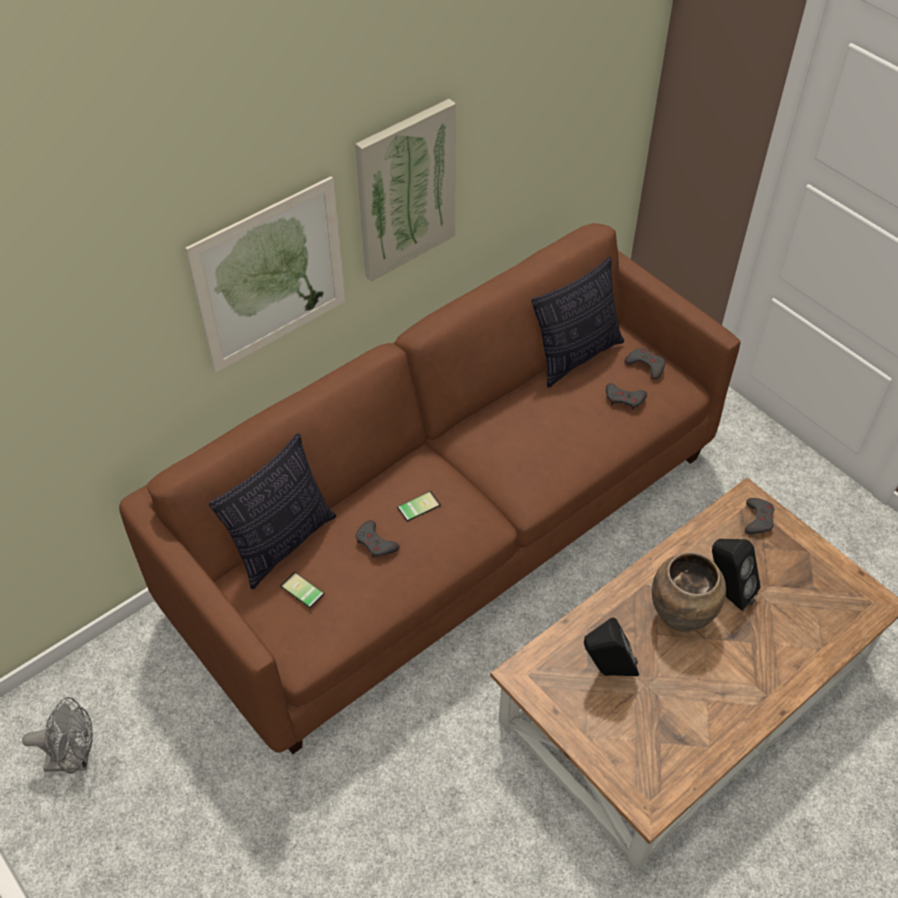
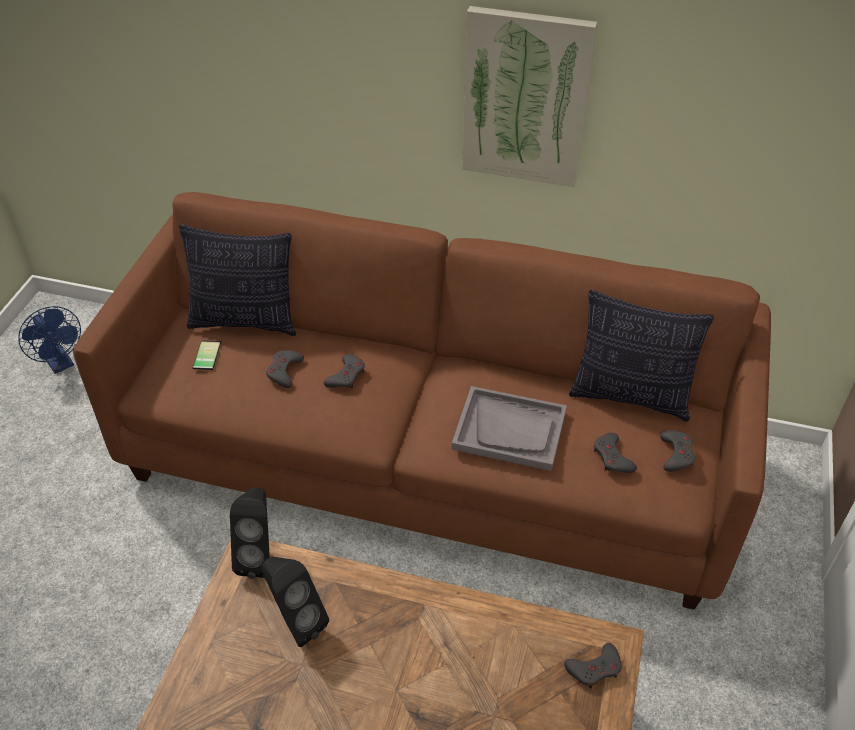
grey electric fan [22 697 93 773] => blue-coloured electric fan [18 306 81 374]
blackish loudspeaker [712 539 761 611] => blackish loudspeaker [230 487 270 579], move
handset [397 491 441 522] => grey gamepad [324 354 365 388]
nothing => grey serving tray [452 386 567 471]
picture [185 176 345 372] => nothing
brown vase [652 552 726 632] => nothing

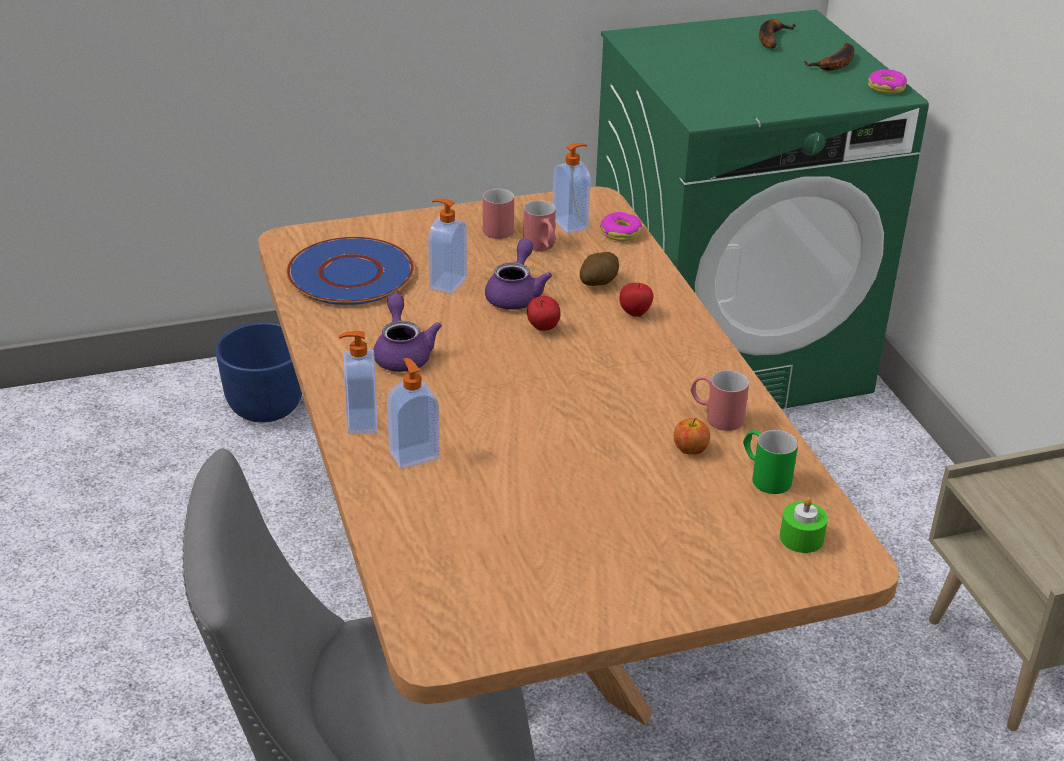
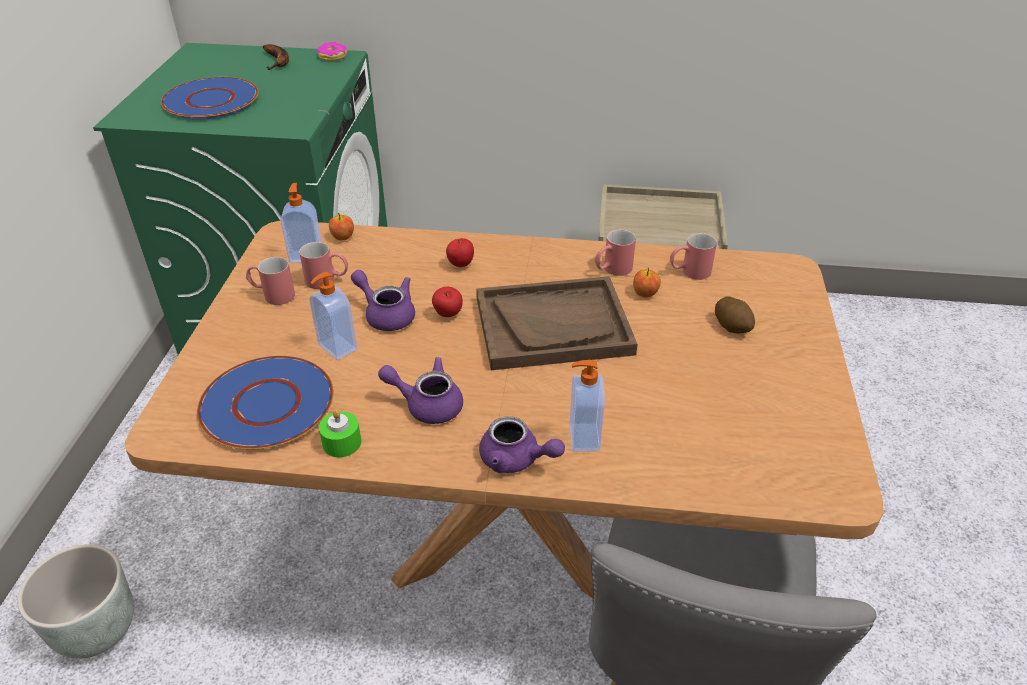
blue-coloured plant pot [215 322 302 422] => grey plant pot [18 544 134 659]
nothing => blue-coloured dinner plate [161 77 259 120]
green candle [780 497 828 553] => green candle [319 410 361 457], move
donut [600 212 642 241] => apple [329 213 354 241]
nothing => brown serving tray [476 276 638 370]
soap bottle [339 331 377 434] => purplish pot for tea [479 416 565 473]
green tea mug [743 430 798 494] => reddish tea mug [670 233 717 280]
spud [580 252 619 286] => spud [715 296 755 333], move
banana fruit [759 19 795 48] => nothing

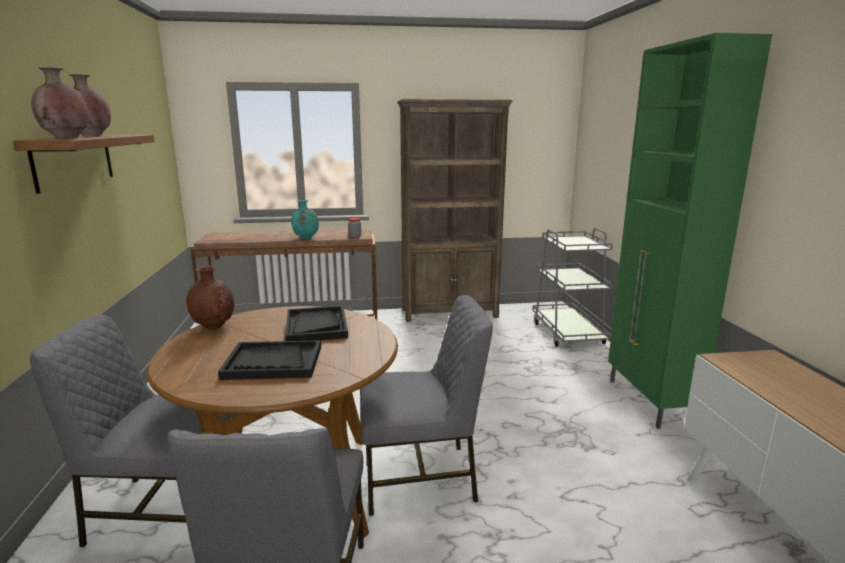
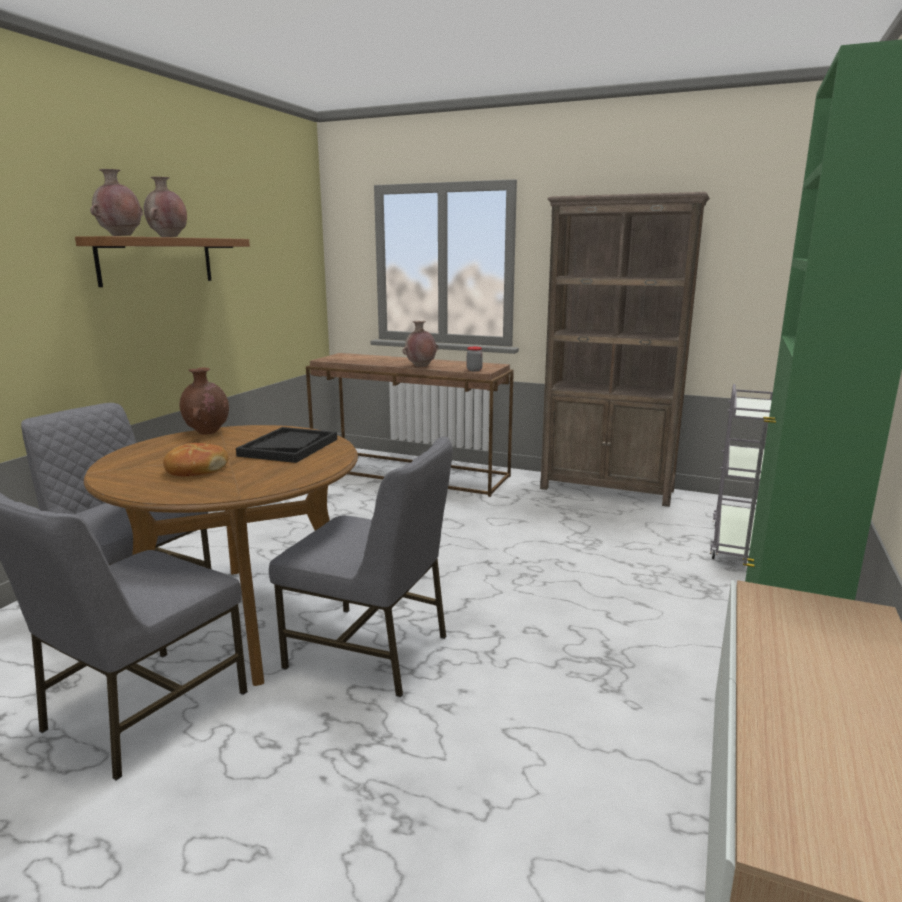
blackish serving tray [218 340 321 380] => baked bread [163 443 229 477]
turquoise-coloured vase [291 200 319 239] => brown vase [403 321 438 367]

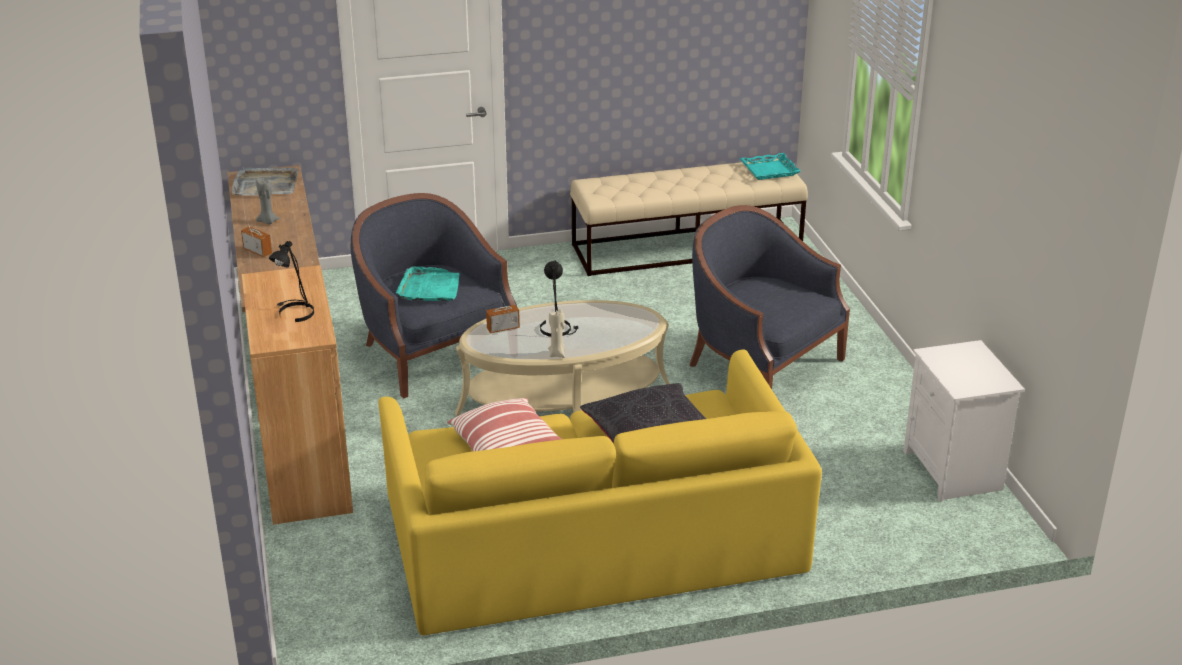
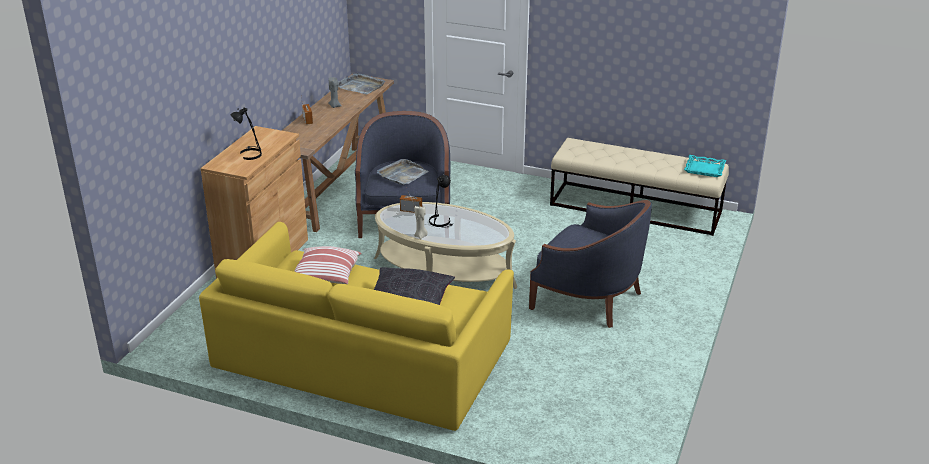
turquoise-coloured serving tray [396 267 459 301] => grey serving tray [377 159 429 185]
blue-coloured armchair [690 205 850 389] => blue-coloured armchair [529 200 652 328], 135 degrees clockwise
whitish bedside table [903 340 1025 502] => nothing

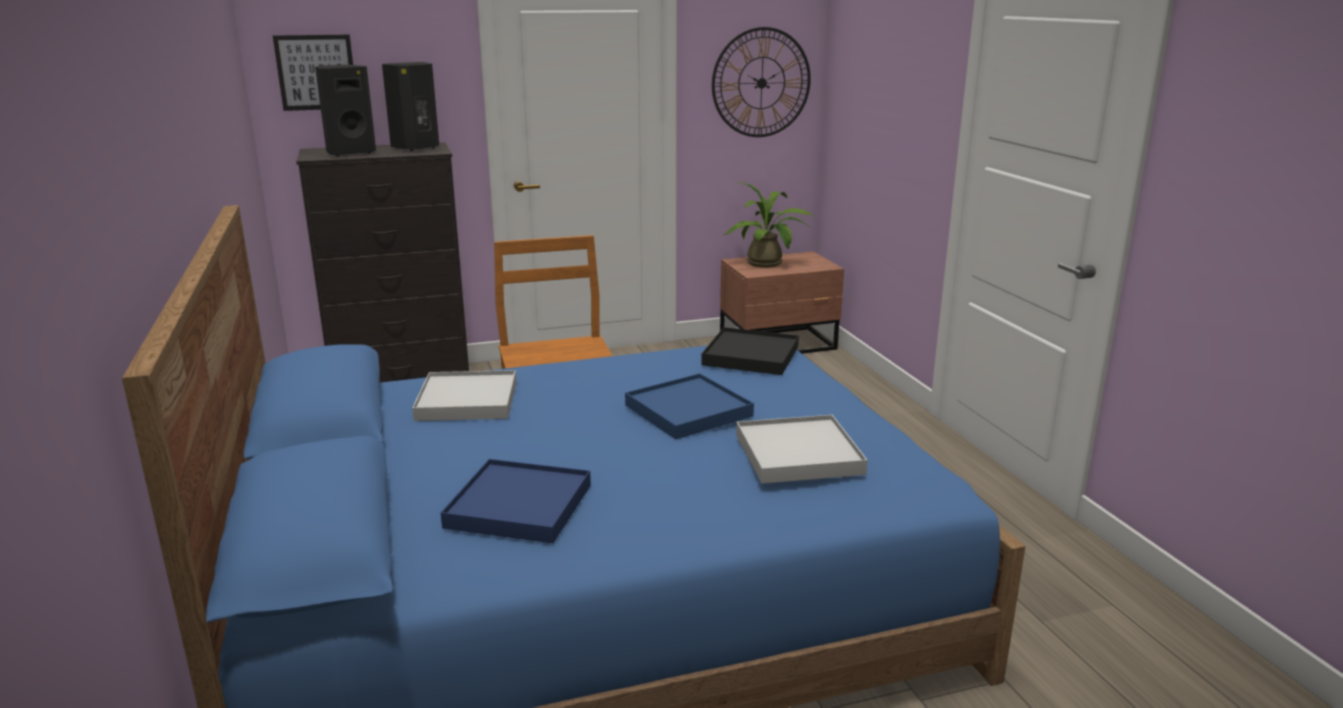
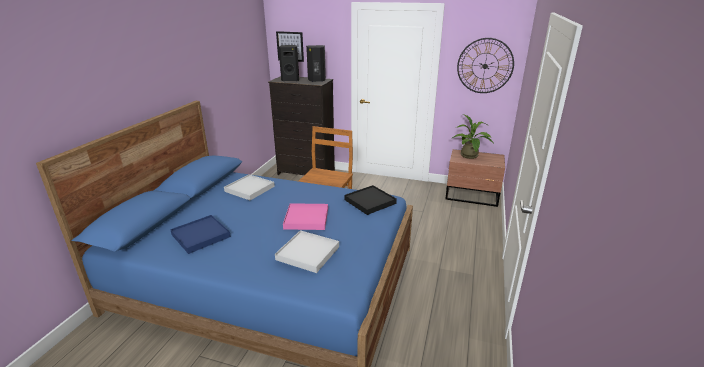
blue-coloured serving tray [625 373 754 439] => pink serving tray [283 203 328 230]

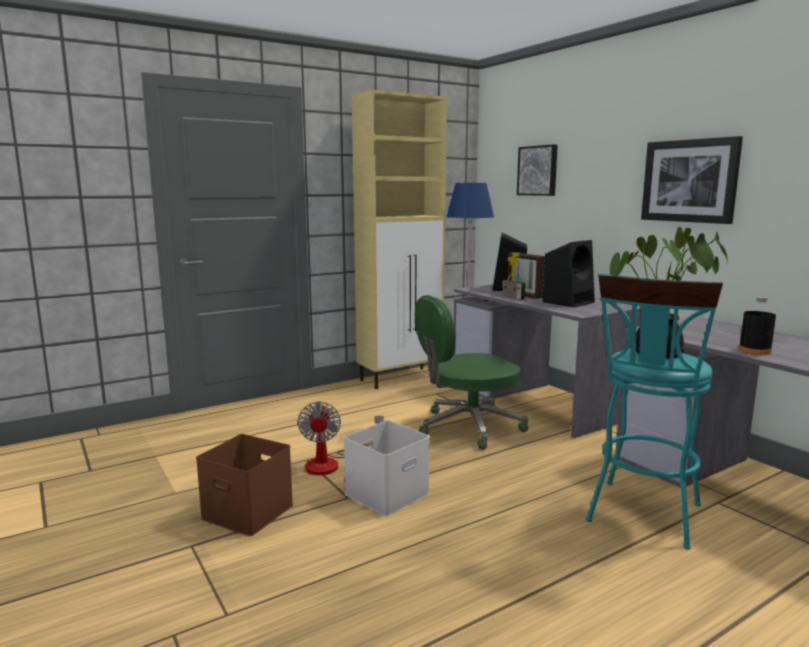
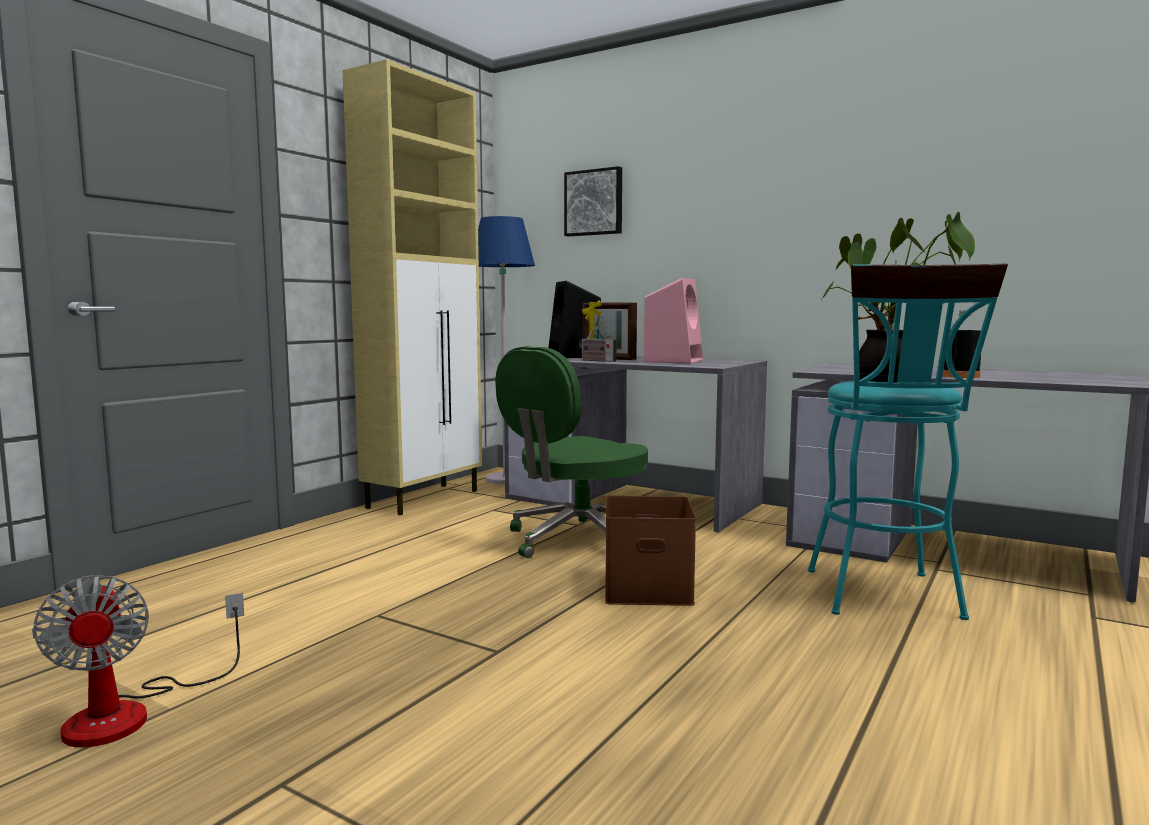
electric fan [297 402 383 475] => electric fan [32 575 244 747], move
brown storage box [196 434 293 536] => brown storage box [605 496 696 606], move
blackish loudspeaker [542 240 595 307] => pink loudspeaker [644 278 703 364]
whitish storage box [344 420 430 517] => nothing
picture [641 136 743 224] => nothing

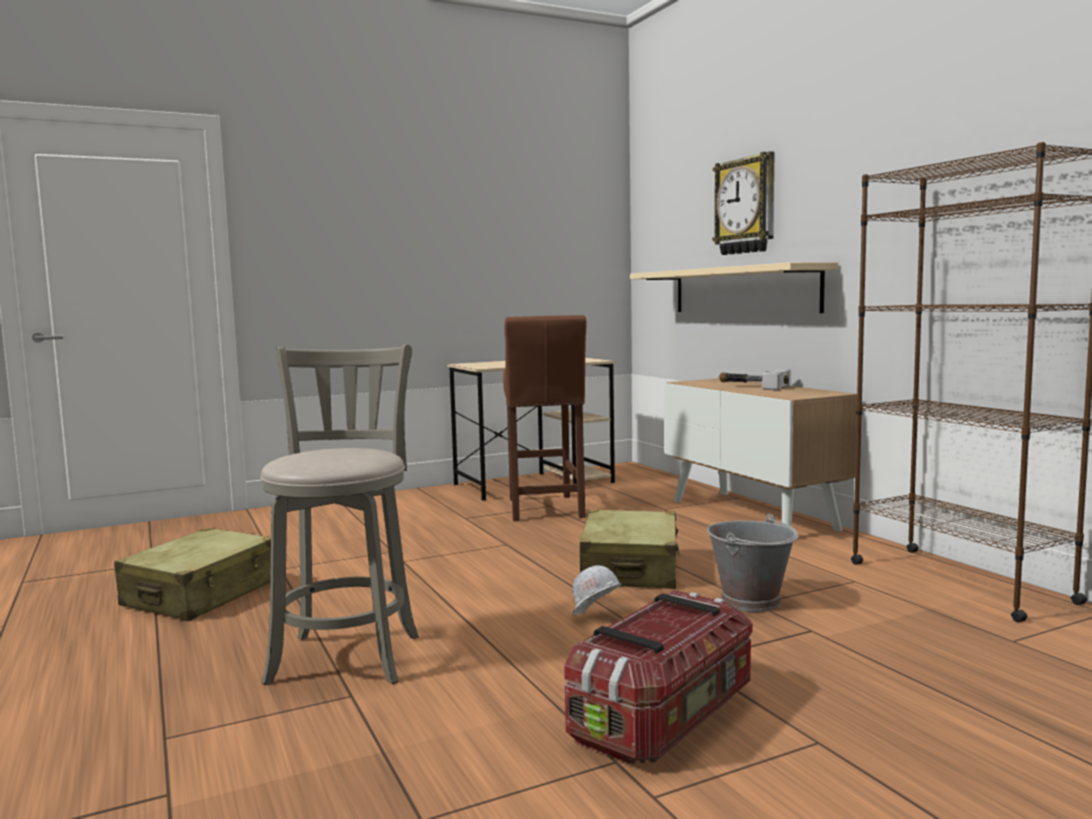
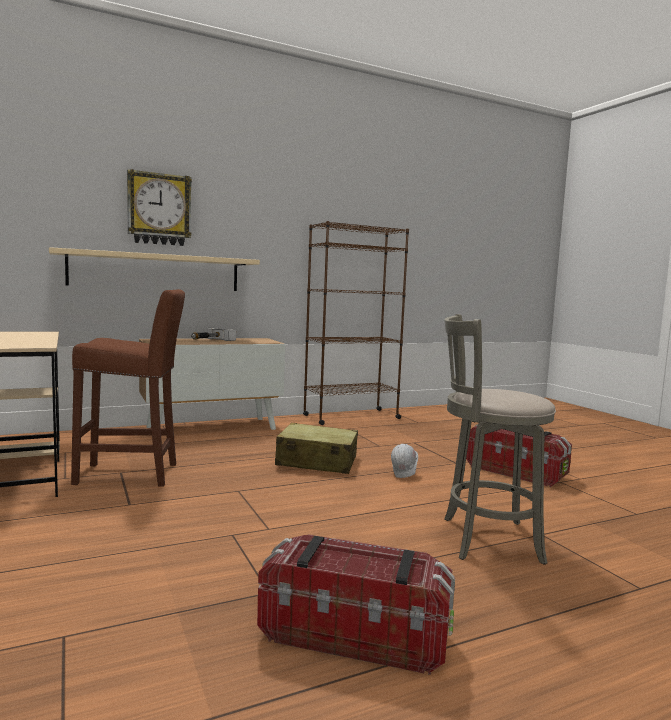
beige piece of luggage [114 528 271 621] => storage box [257 534 455 675]
grey bucket [707 514 798 612] => nothing

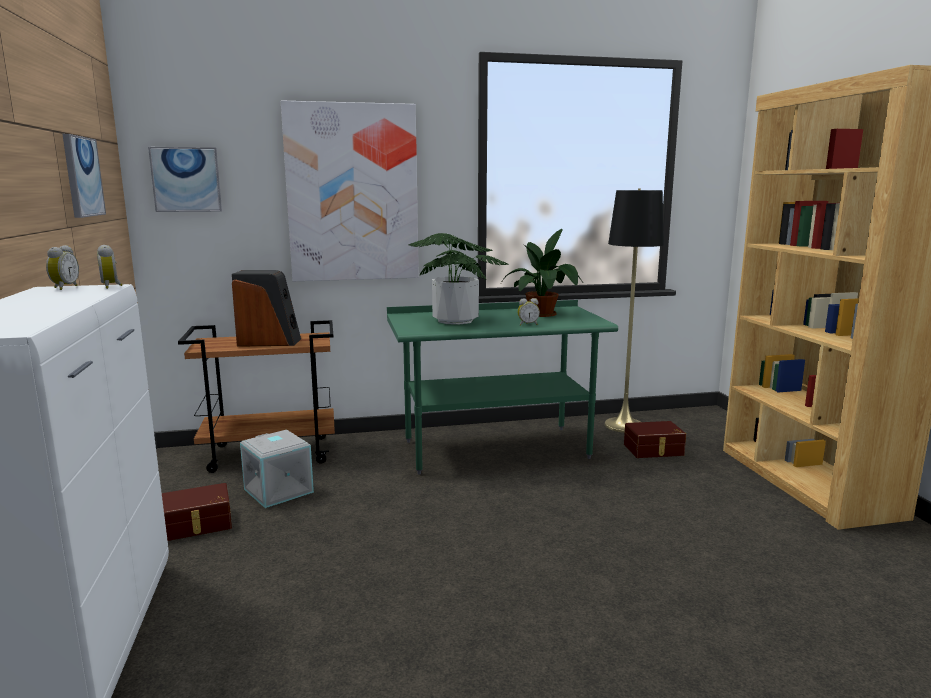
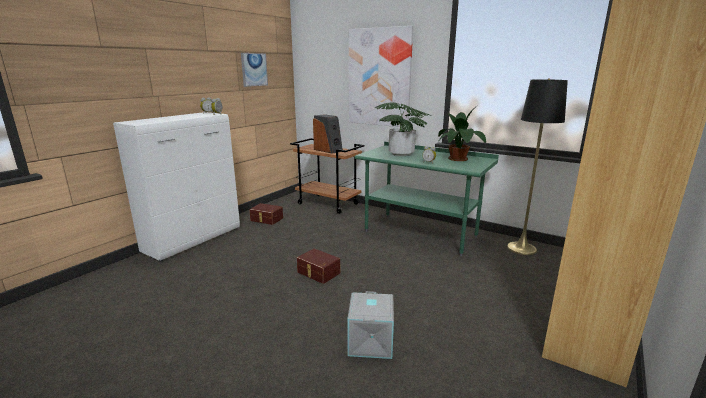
brown storage box [624 421 686 458] => brown storage box [297 248 340 284], move
grey storage box [240 430 314 508] => grey storage box [347 291 394 359], move
picture [148 147 222 212] => nothing

